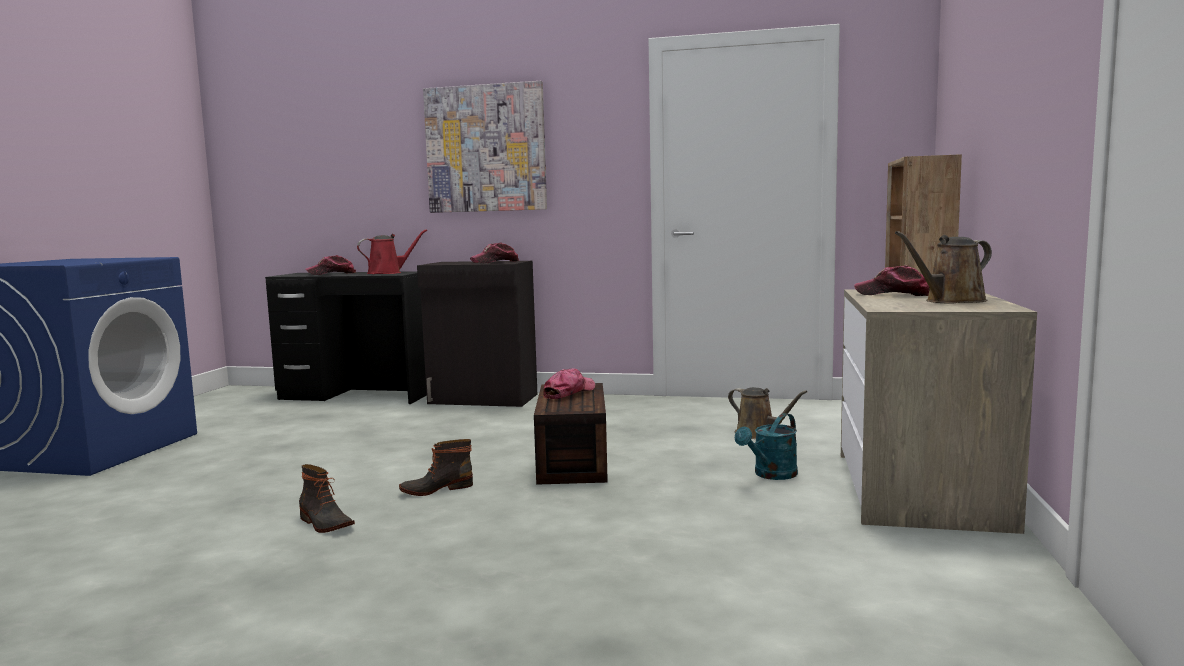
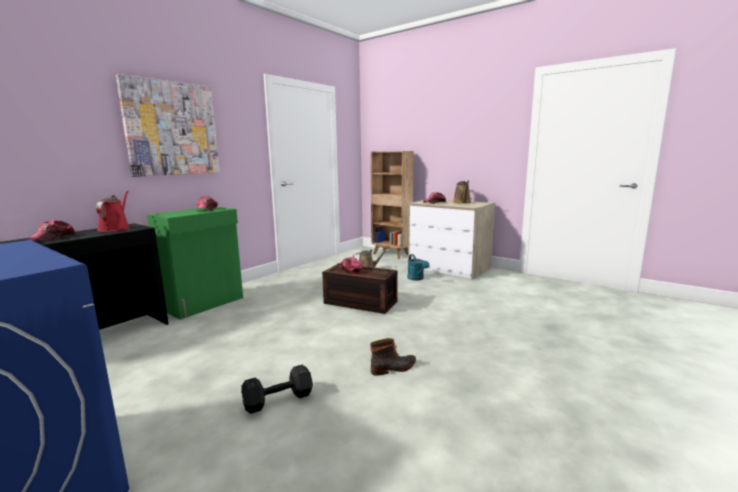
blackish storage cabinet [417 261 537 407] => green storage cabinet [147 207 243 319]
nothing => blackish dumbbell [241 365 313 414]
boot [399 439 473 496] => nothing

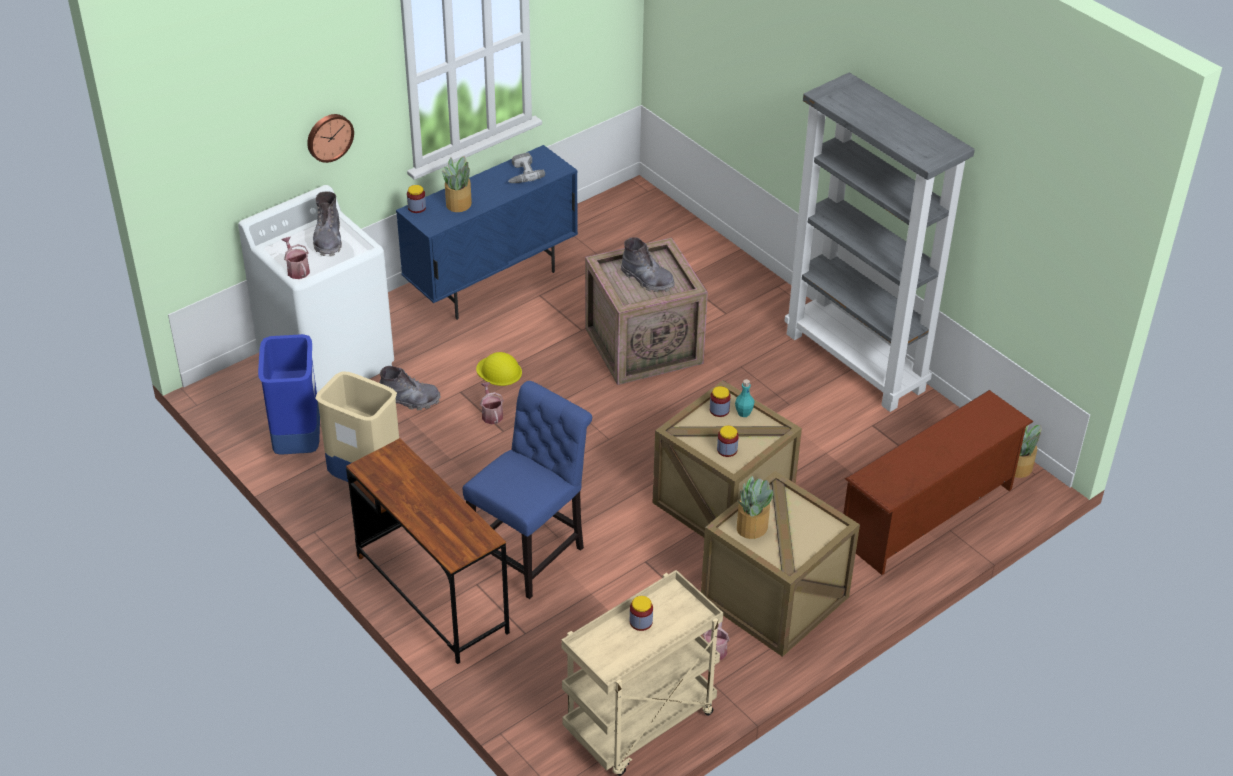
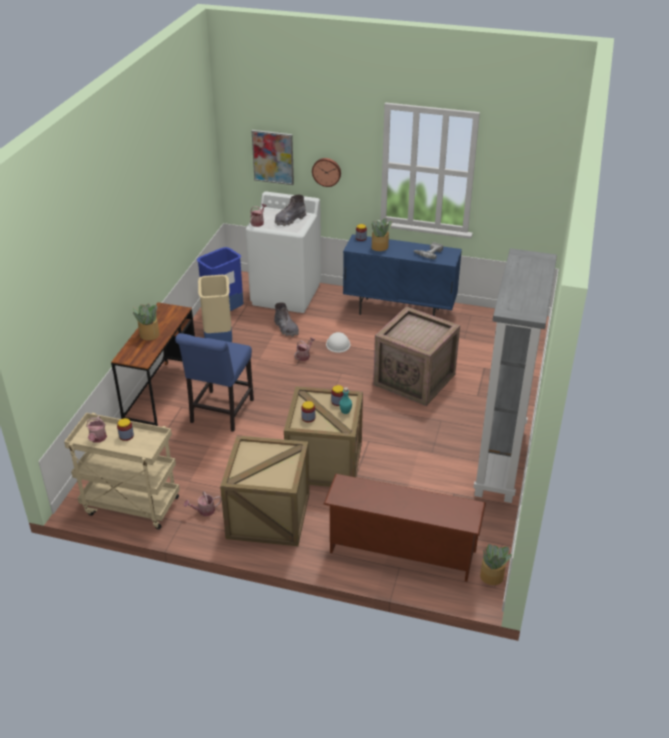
nothing => watering pot [86 416 107 443]
houseplant [737 476 774 539] => houseplant [133 304 159 340], move
blue-coloured chair [463 381 592 599] => blue-coloured chair [175 333 254 432], 105 degrees clockwise
nothing => picture [252 130 294 185]
yellowish work helmet [476 352 522 386] => whitish work helmet [326 332 350 353]
grey boot [621 237 675 292] => nothing

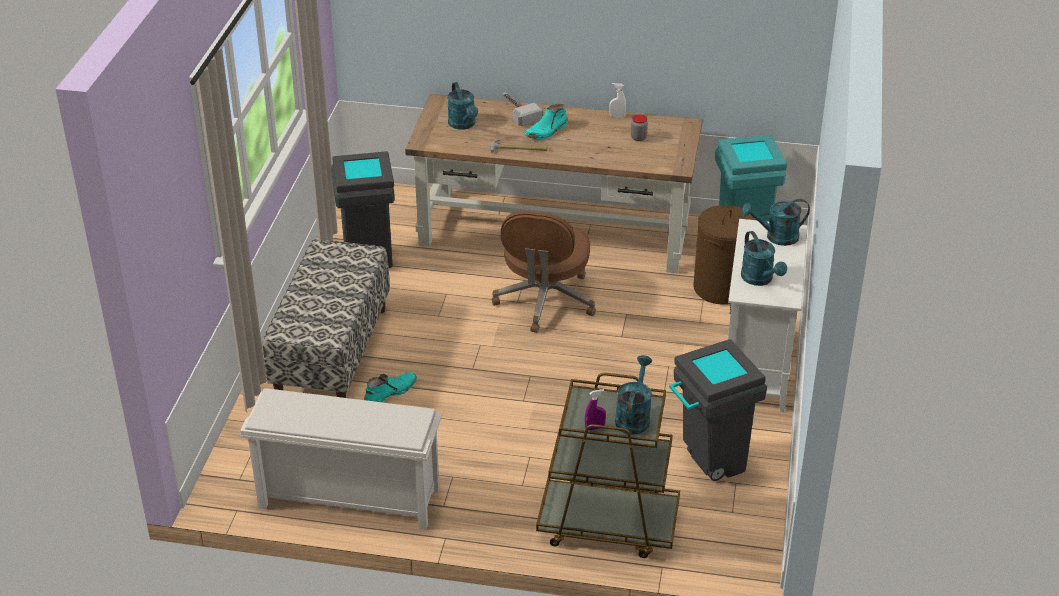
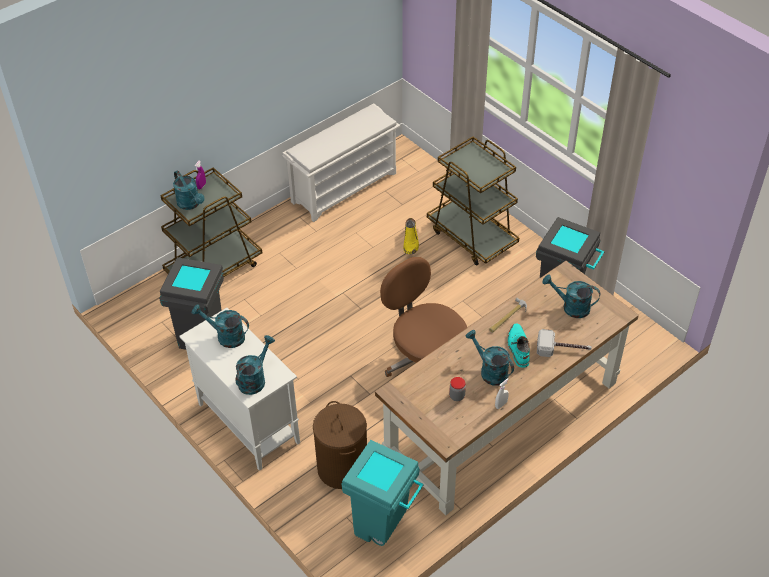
turquoise-coloured boot [364 372 417 402] => yellowish boot [403 218 419 254]
bench [263 240 390 398] => brown trolley [427 137 520 265]
nothing => turquoise-coloured watering pot [466 330 514 386]

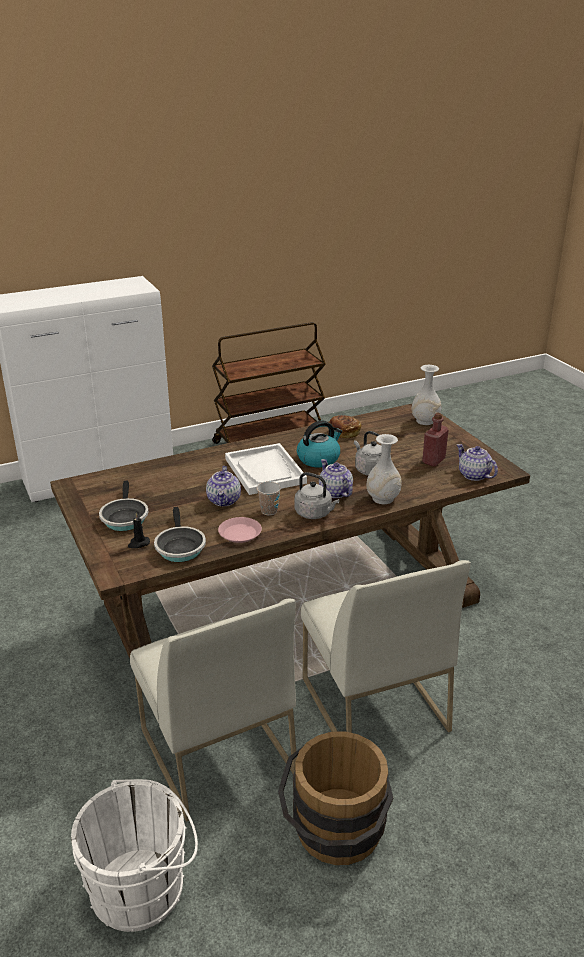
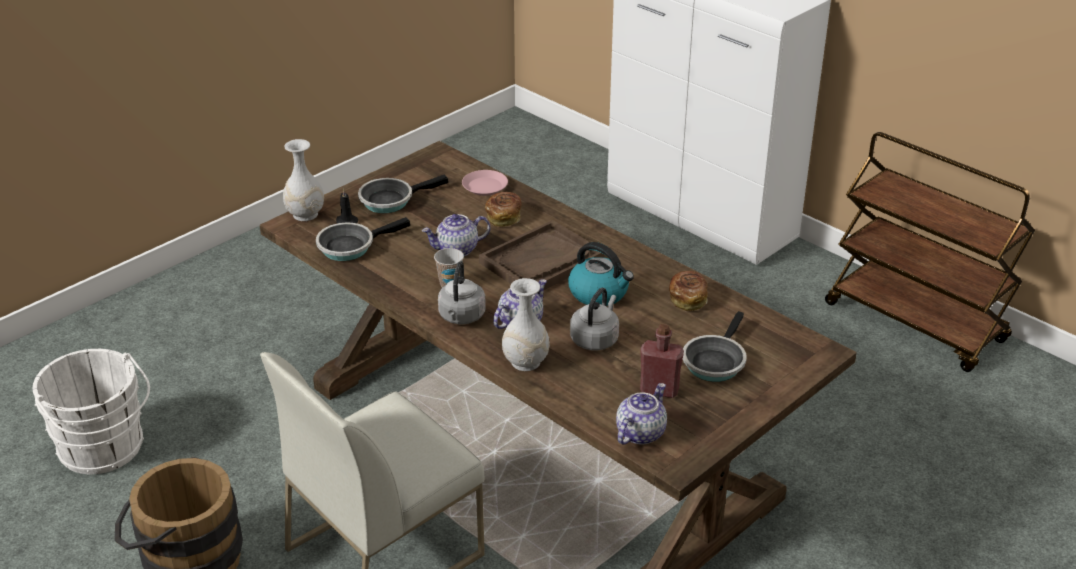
whitish vase [411 365 441 425] => whitish vase [283 139 324 221], move
pink dinner plate [218 517 262 543] => pink dinner plate [462 170 508 196], move
whitish serving tray [225 443 307 495] => brown serving tray [479 220 605 291]
nothing => baked bread [485 192 522 227]
nothing => pan [683 311 747 382]
whitish chair [130 599 297 822] => nothing

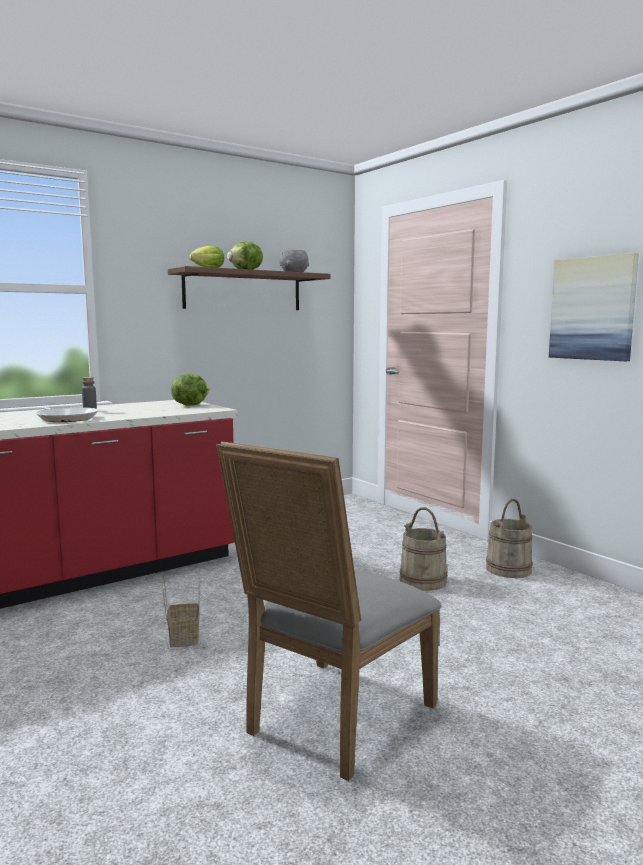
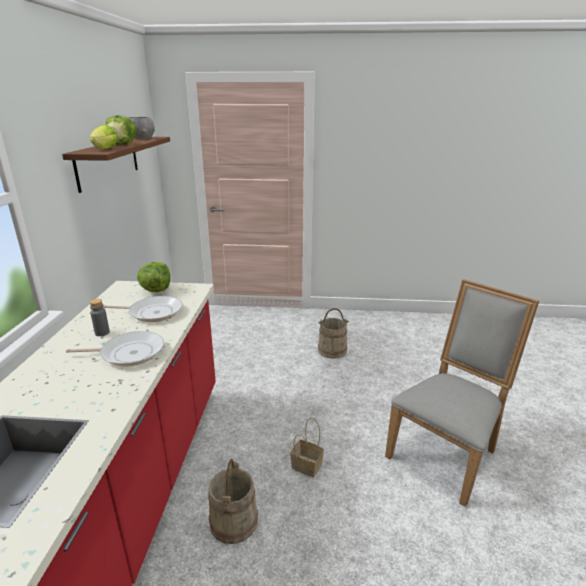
nothing => pan [103 296 182 322]
beige bucket [486 499 533 578] => beige bucket [208 459 258 544], move
grey chair [216 441 441 781] => grey chair [385 279 539 507], 120 degrees counterclockwise
picture [549 253 639 361] => nothing

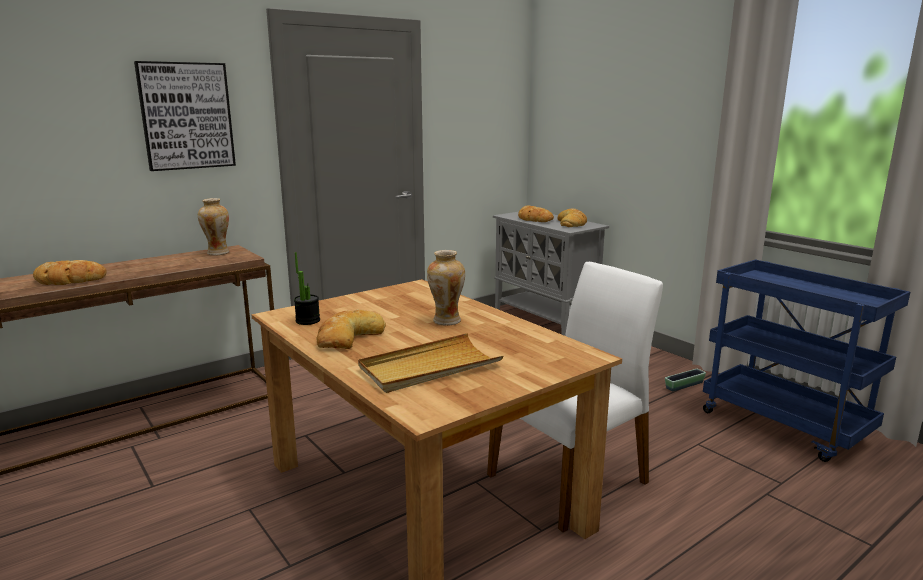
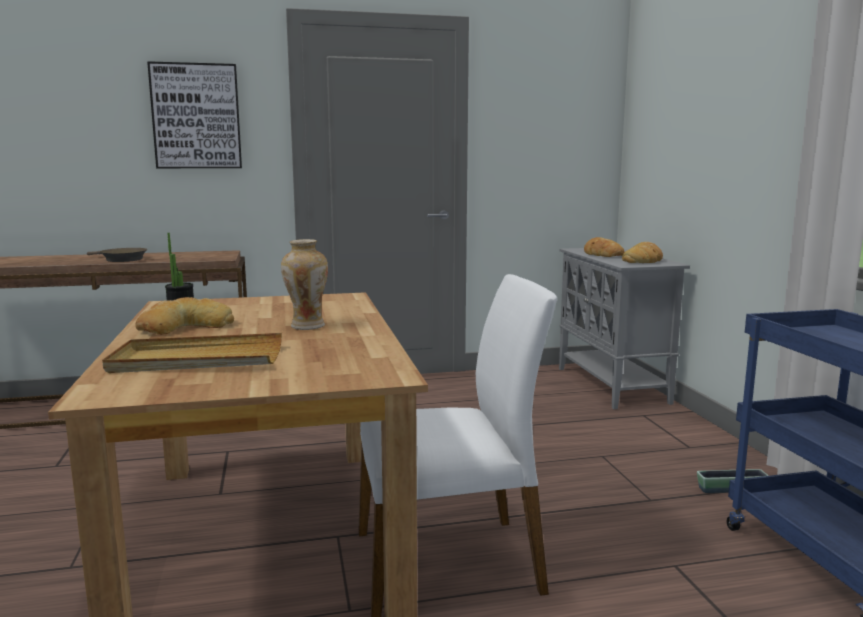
nothing => brown pan [87 248 147 262]
baked bread [33 260 107 285] => nothing
vase [198 198 229 256] => nothing

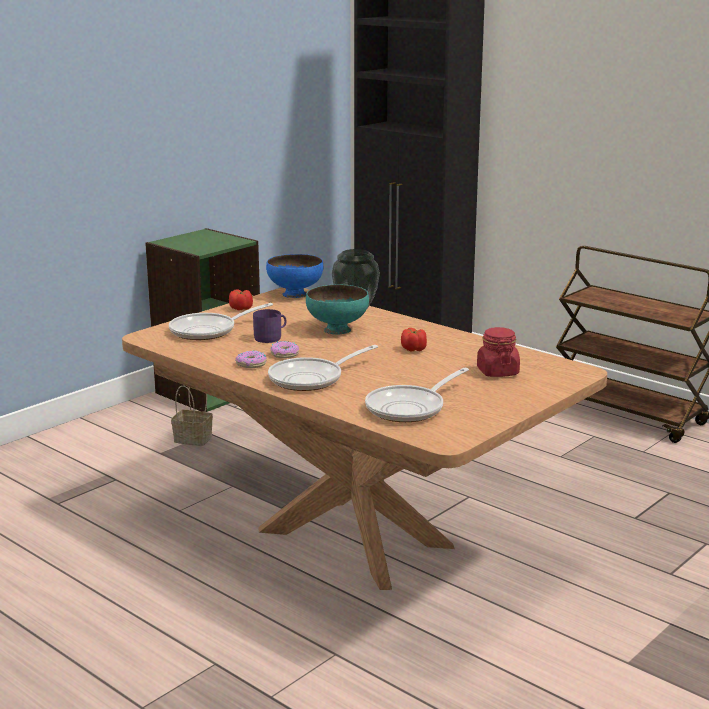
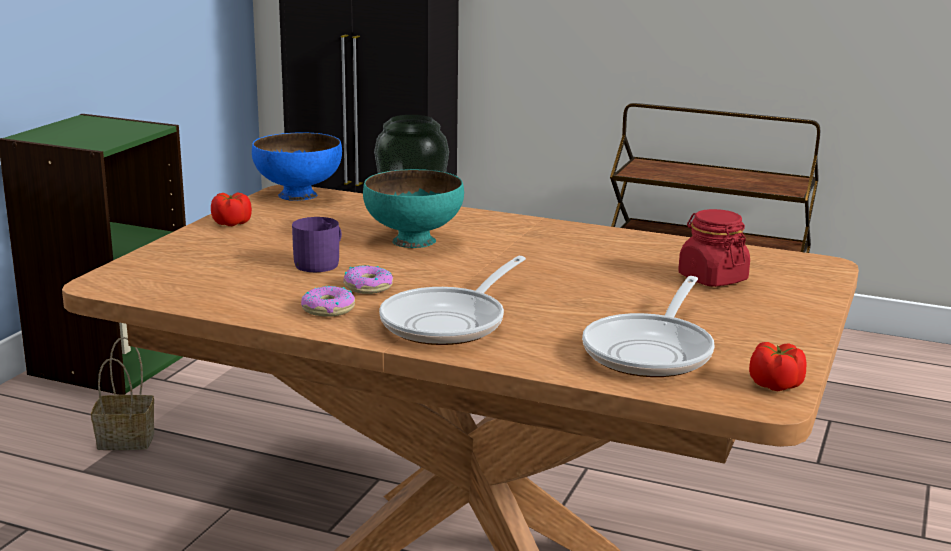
whole tomato [401 328 427 352] => whole tomato [749 342 806 391], move
pan [169 303 273 340] => nothing

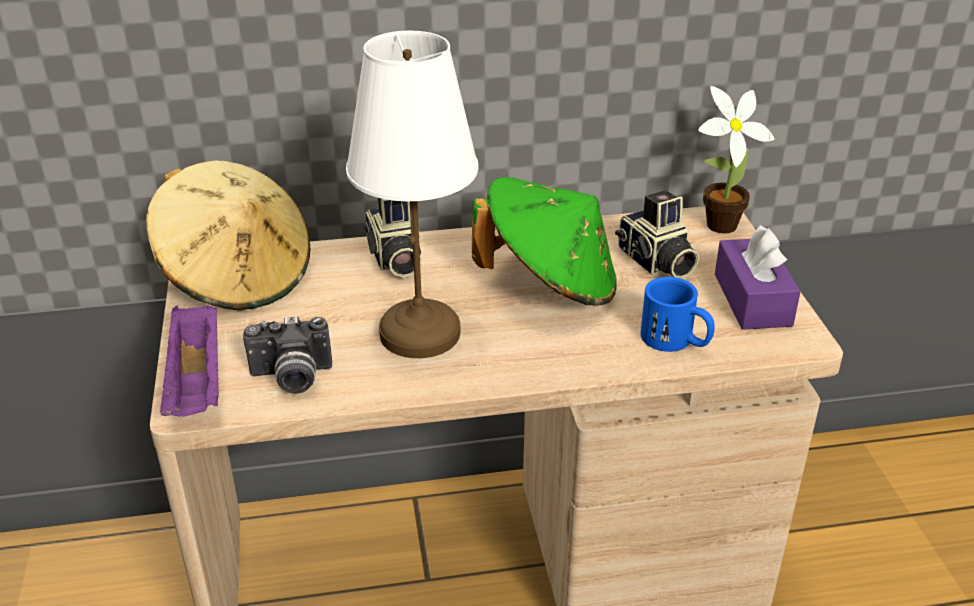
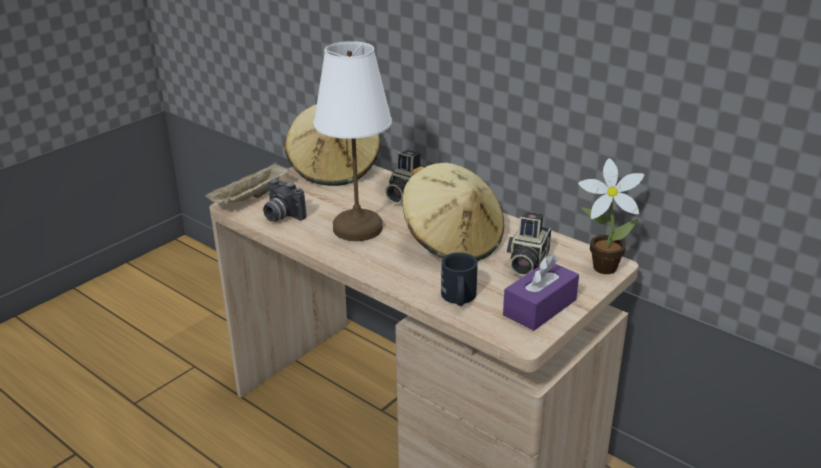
purplish serving tray [160 305 219 417] => beige serving tray [205 162 289 204]
green clothing hat [472 177 617 306] => beige clothing hat [402 163 504 261]
blue-coloured tea mug [640 277 715 352] => blackish tea mug [441 252 478 306]

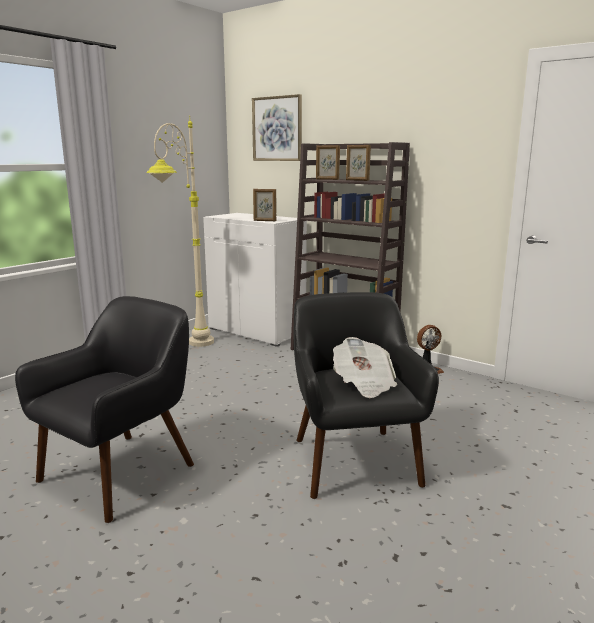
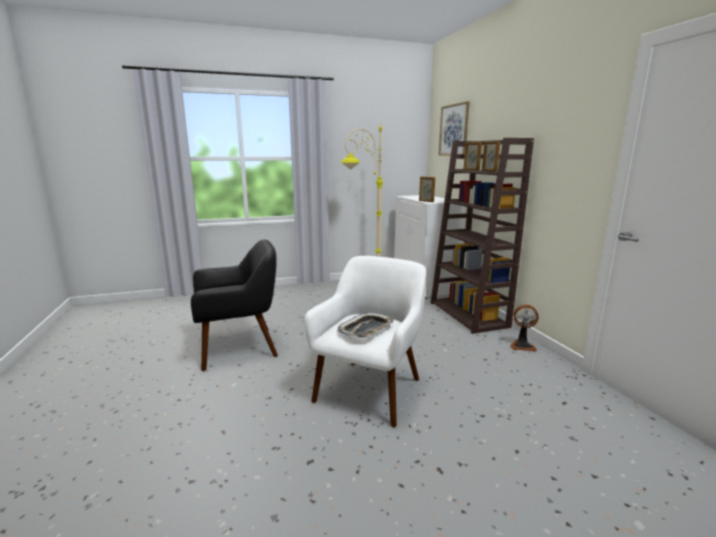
blackish armchair [294 292 439 499] => whitish armchair [304 256 426 427]
daily paper [333 337 397 398] => serving tray [337 312 393 337]

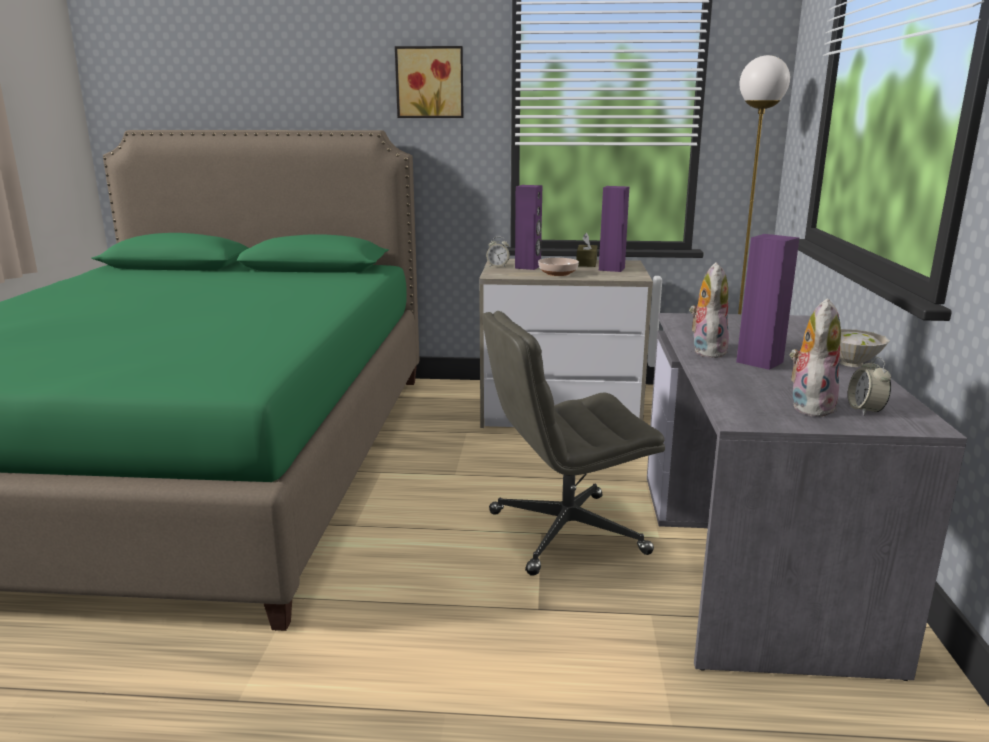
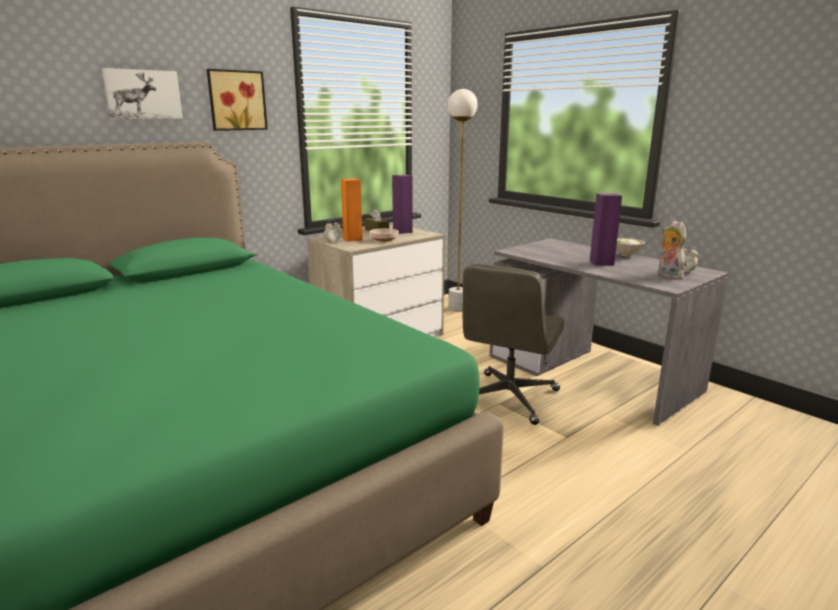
nothing => picture [102 68 183 119]
purplish loudspeaker [515 185 542 270] => orange-coloured loudspeaker [341 178 363 242]
cuddly toy [689 262 729 358] => nothing

